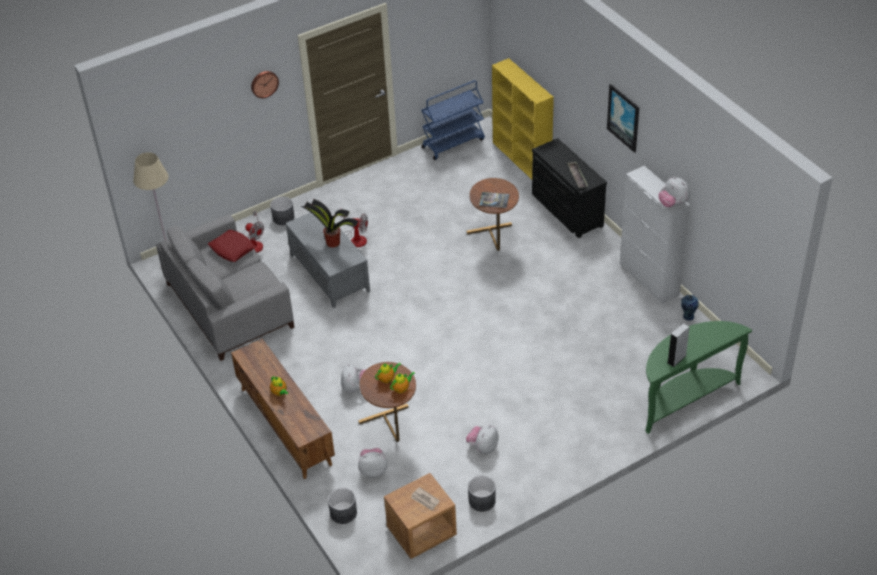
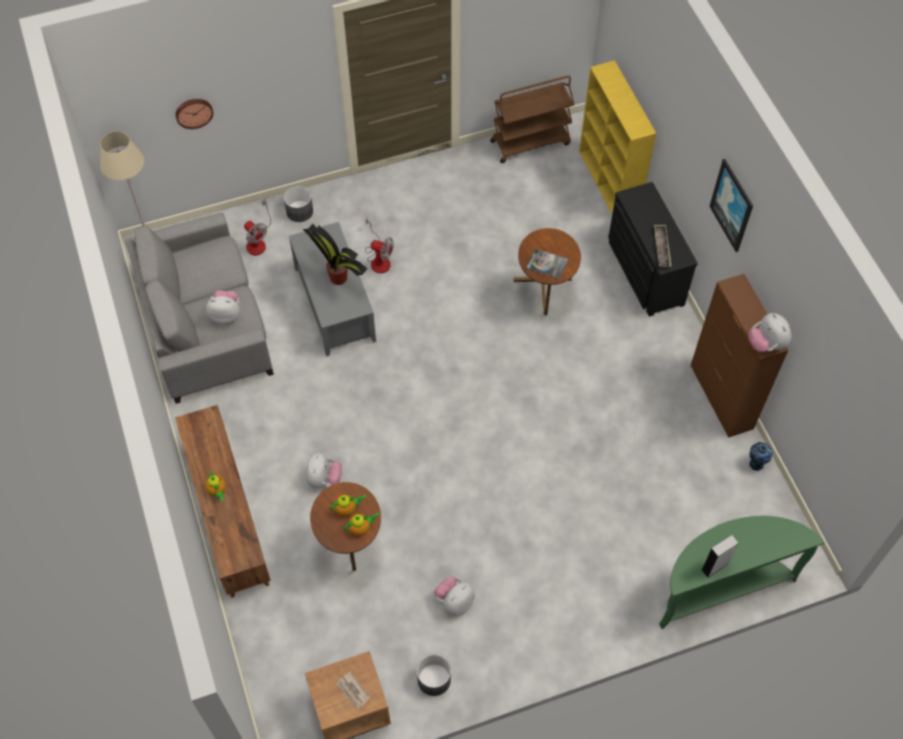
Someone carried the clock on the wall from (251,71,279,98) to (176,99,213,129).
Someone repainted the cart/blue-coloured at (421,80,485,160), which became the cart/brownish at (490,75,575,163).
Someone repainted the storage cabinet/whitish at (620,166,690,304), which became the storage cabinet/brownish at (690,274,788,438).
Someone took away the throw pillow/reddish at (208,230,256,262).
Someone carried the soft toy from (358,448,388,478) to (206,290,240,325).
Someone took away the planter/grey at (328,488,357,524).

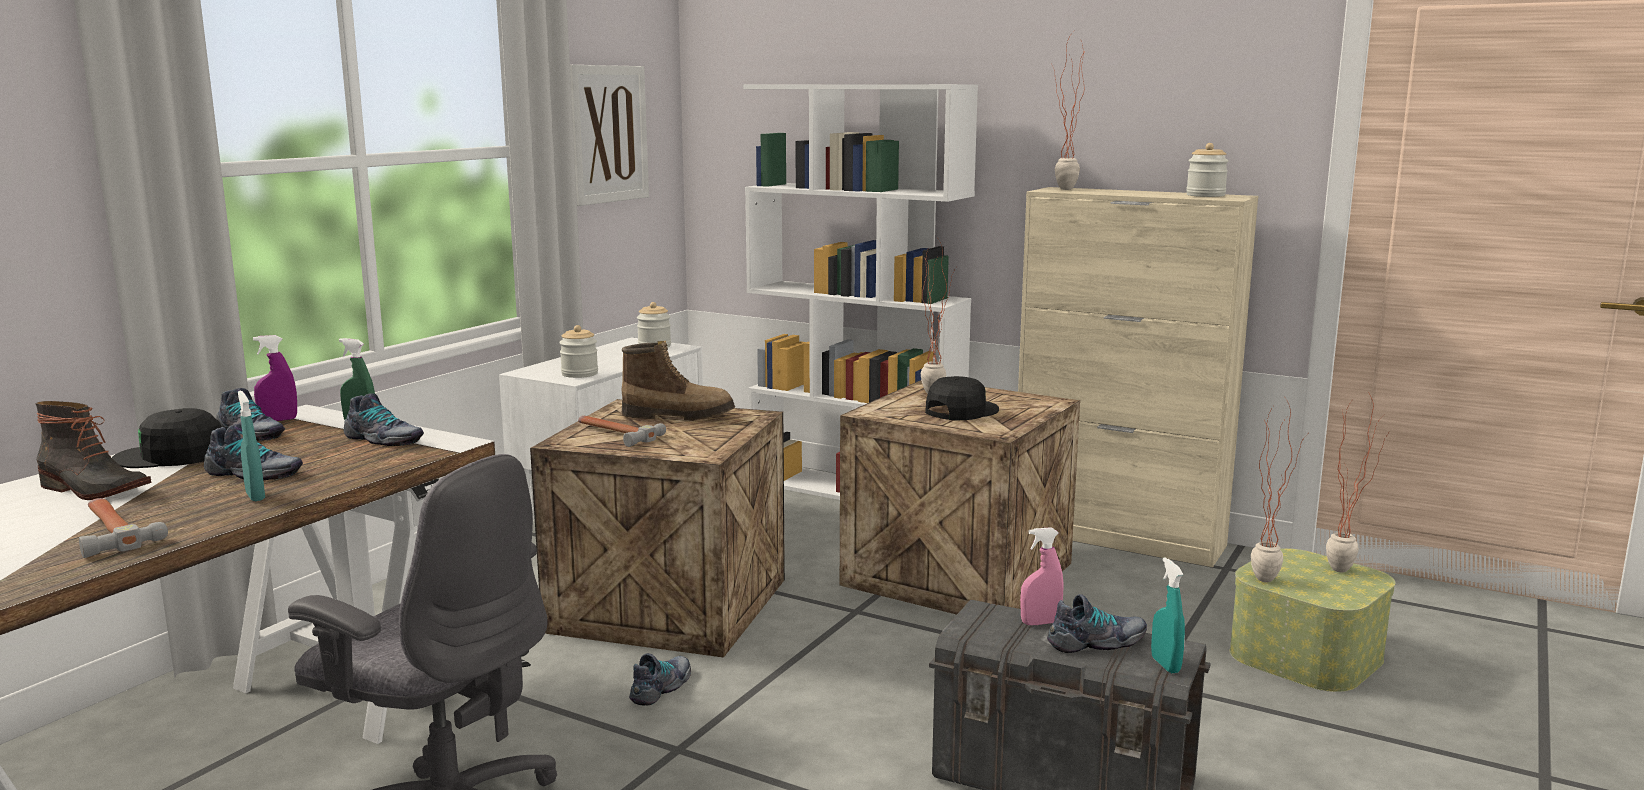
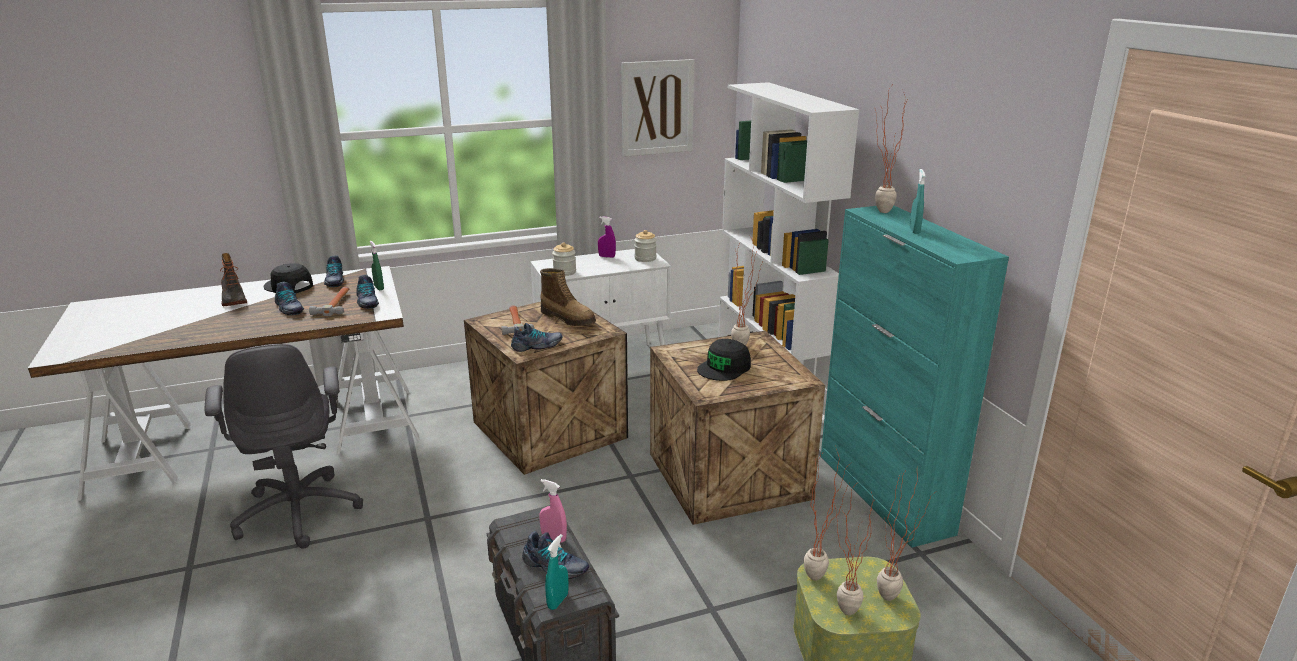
Someone took away the preserve jar at (1186,143,1229,197).
Someone repainted the storage cabinet/beige-coloured at (1018,187,1258,567), which became the storage cabinet/turquoise at (821,206,1009,548).
Someone carried the sprayer/purple-coloured from (253,335,297,421) to (598,216,616,258).
Someone rotated the cap/blackish at (925,376,999,420) by 135 degrees clockwise.
Someone carried the sprayer/turquoise from (238,390,265,501) to (910,169,926,234).
Someone carried the hand hammer from (79,498,168,558) to (309,287,349,316).
Someone carried the item of footwear from (629,653,691,706) to (511,323,562,352).
Someone put down the houseplant at (834,482,877,615).

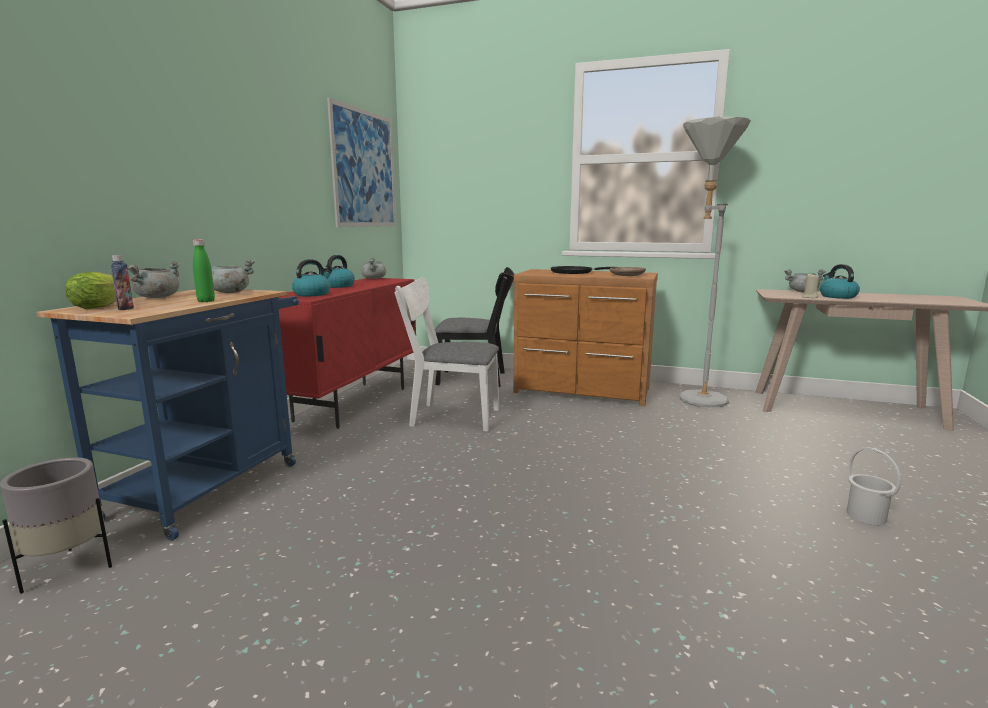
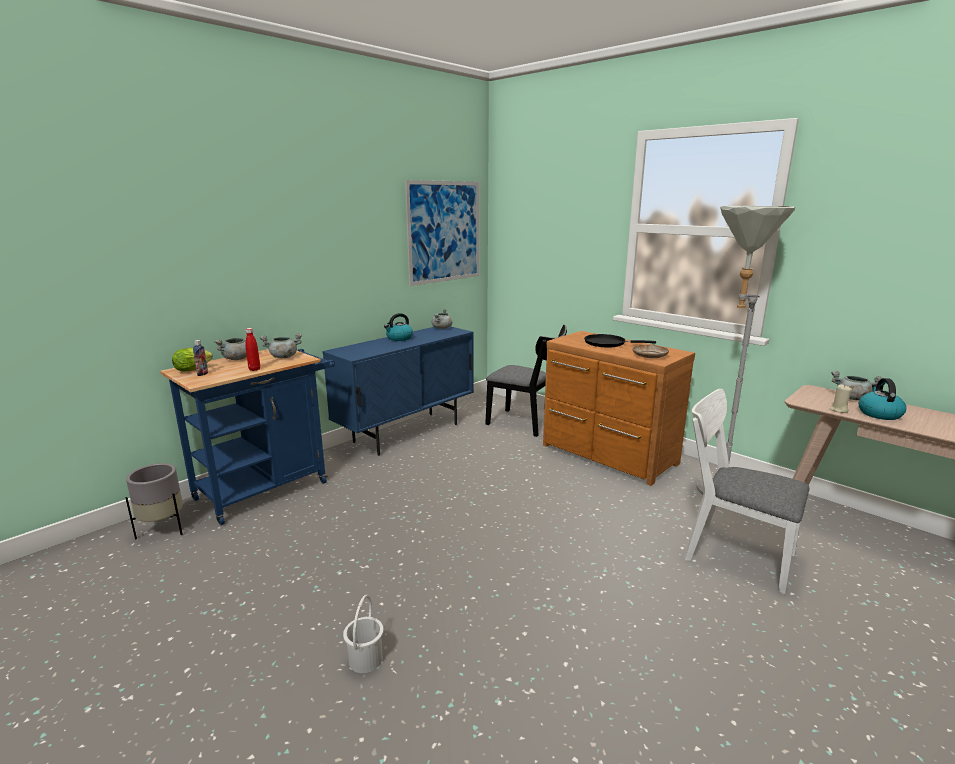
Someone repainted the beverage bottle/green-coloured at (193,239,215,302), which became the beverage bottle/reddish at (246,328,260,371).
Someone took away the kettle at (292,259,331,296).
Someone repainted the storage cabinet/reddish at (277,278,416,429), which became the storage cabinet/blue-coloured at (322,326,474,456).
Someone carried the plain chair/whitish from (394,278,499,431) to (684,389,809,594).
Someone carried the bucket/whitish from (846,447,901,525) to (343,595,384,673).

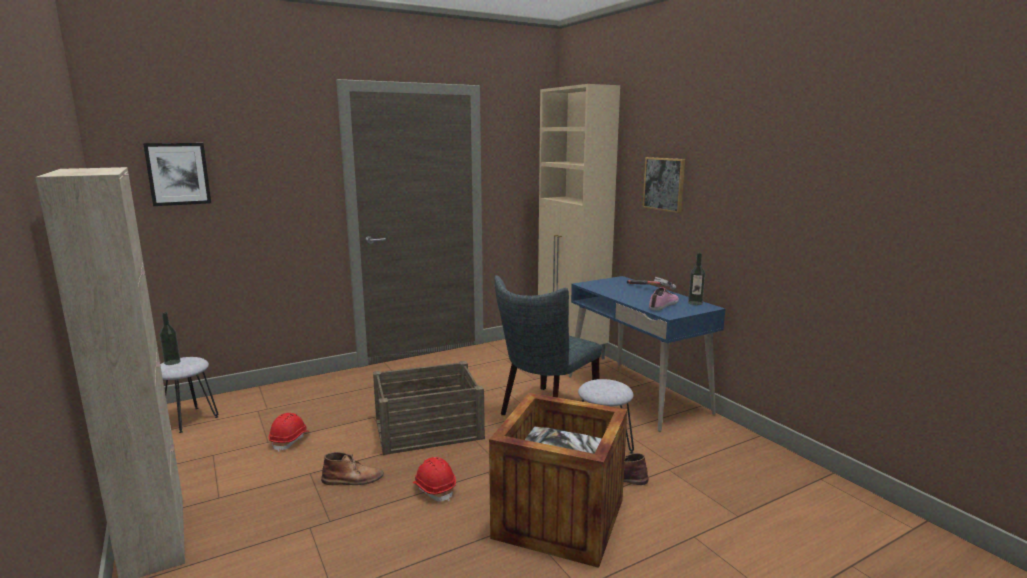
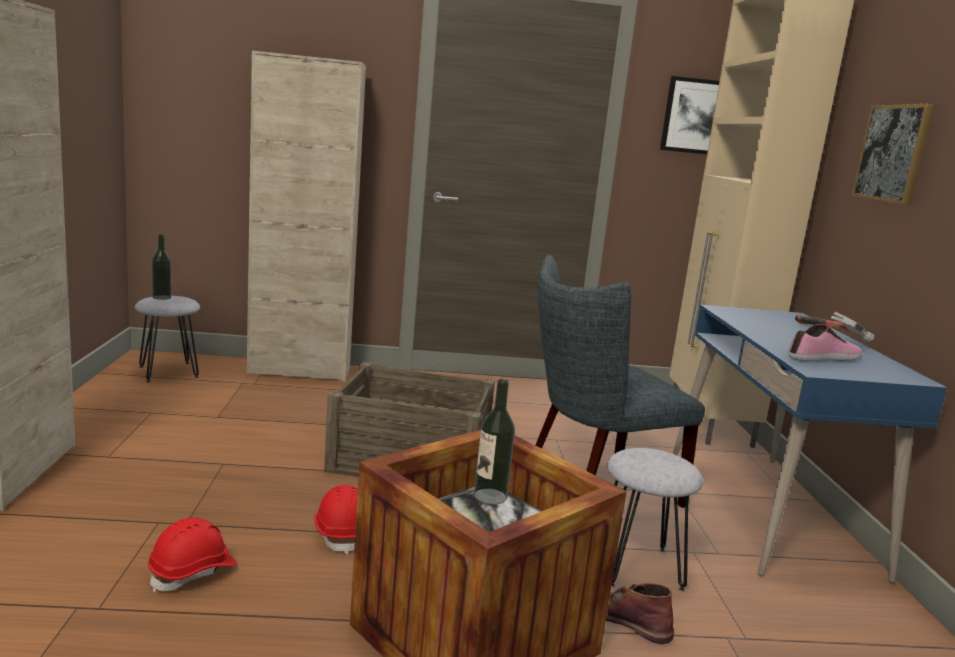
Someone carried the picture from (143,143,211,206) to (660,76,719,154).
Someone carried the beverage bottle from (688,253,705,305) to (474,379,515,505).
Someone carried the work helmet/reddish from (269,413,310,452) to (148,518,237,592).
Someone took away the boot/brownish at (321,452,384,485).
Someone put down the storage cabinet/beige-coloured at (247,51,366,381).

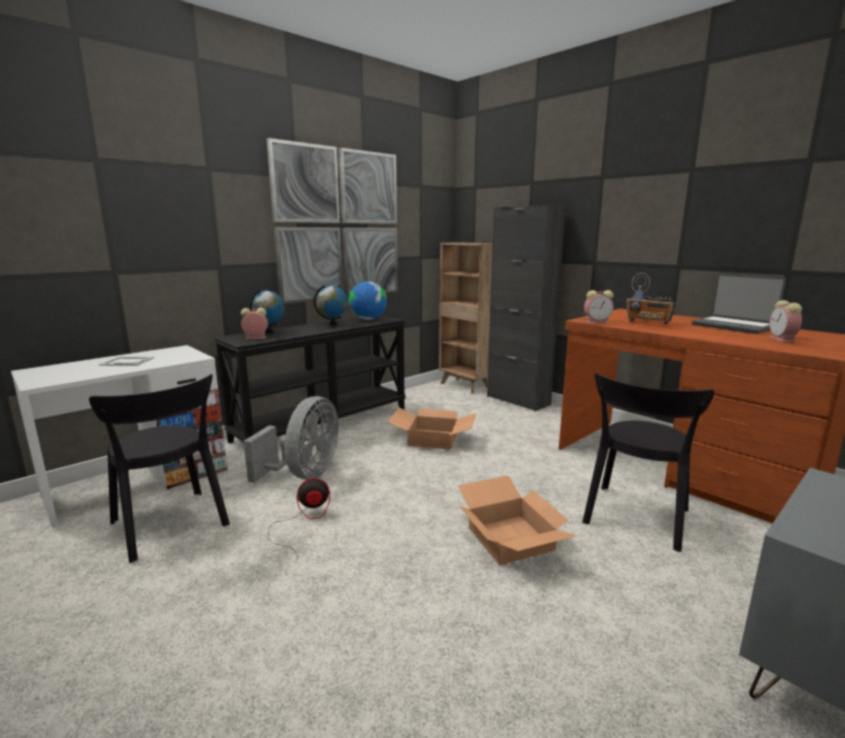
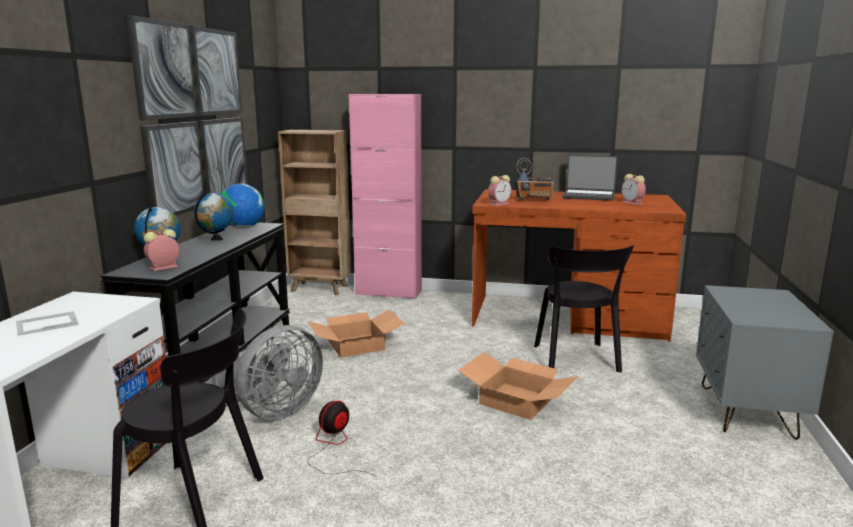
Someone repainted the storage cabinet/blackish at (487,205,566,411), which became the storage cabinet/pinkish at (349,94,422,299).
Someone rotated the cooling fan/grey at (244,396,339,483) by 60 degrees clockwise.

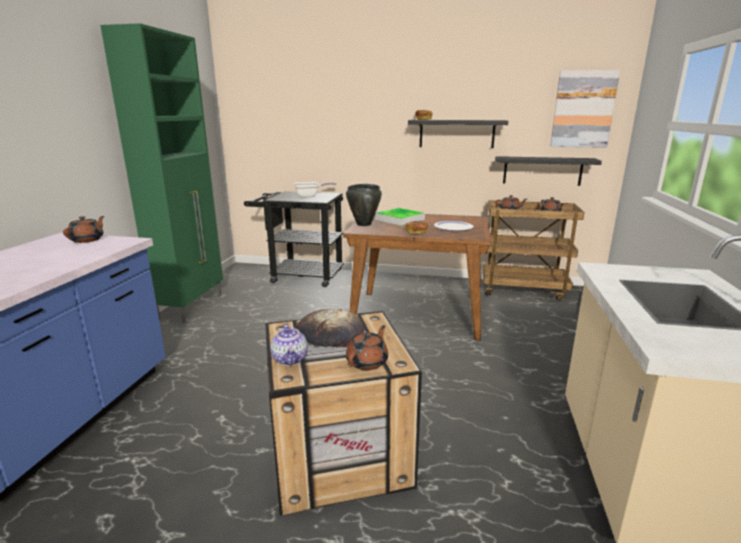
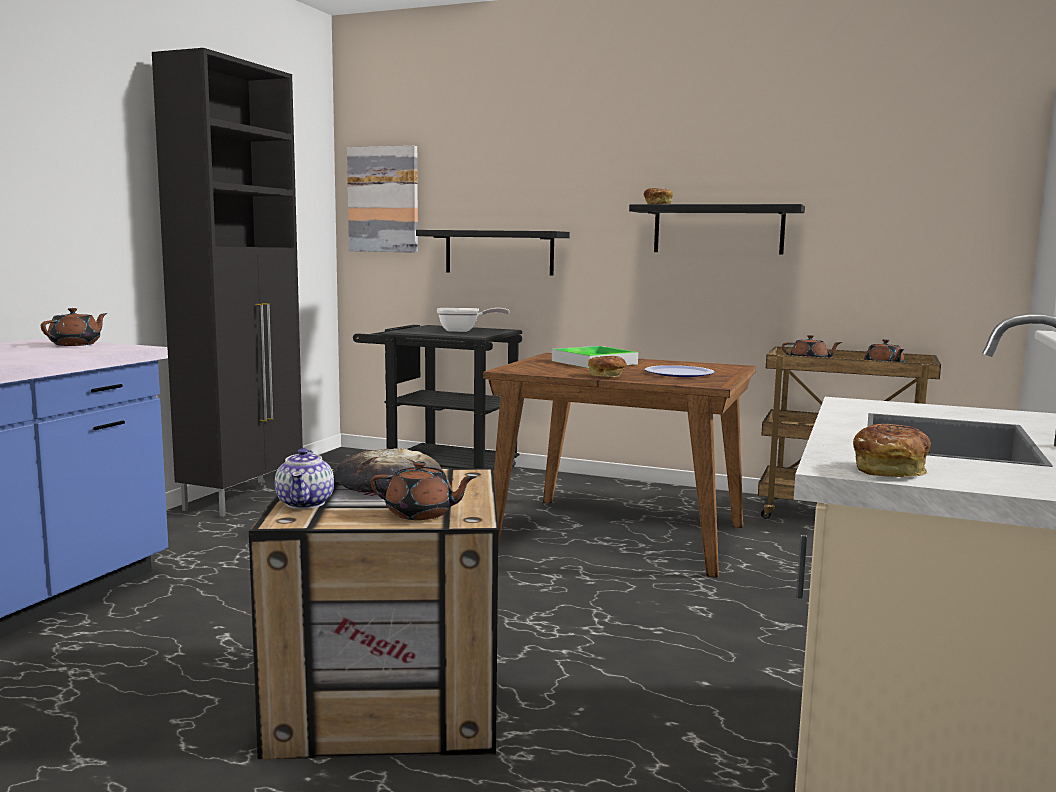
Someone repainted the storage cabinet/green-coloured at (100,23,223,323), which became the storage cabinet/blackish at (152,48,303,517).
Someone carried the picture from (550,70,620,148) to (347,146,418,253).
Someone carried the shelf/blackish from (495,156,602,186) to (416,230,570,275).
Someone took away the stockpot/blackish at (346,184,382,226).
Someone rotated the tea pot/brownish at (346,325,388,370) by 60 degrees clockwise.
Someone put down the baked bread at (853,424,931,477).

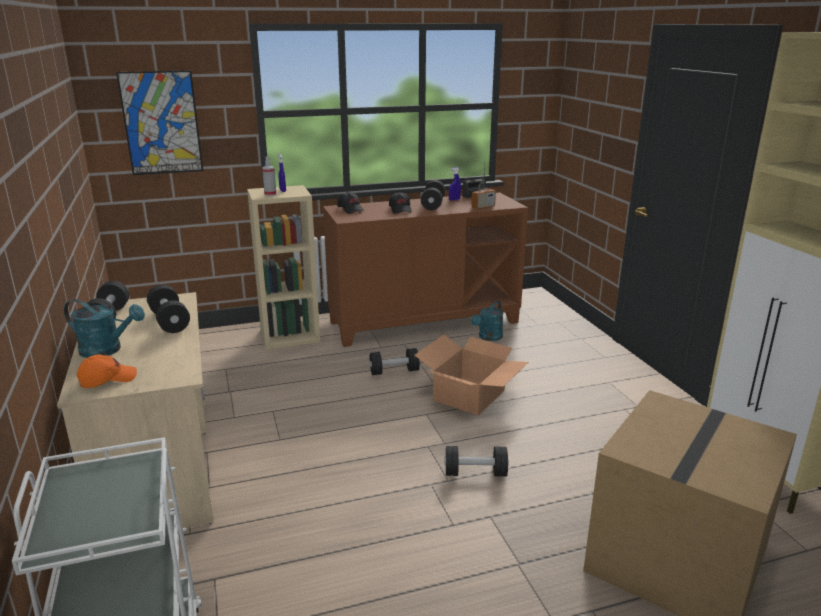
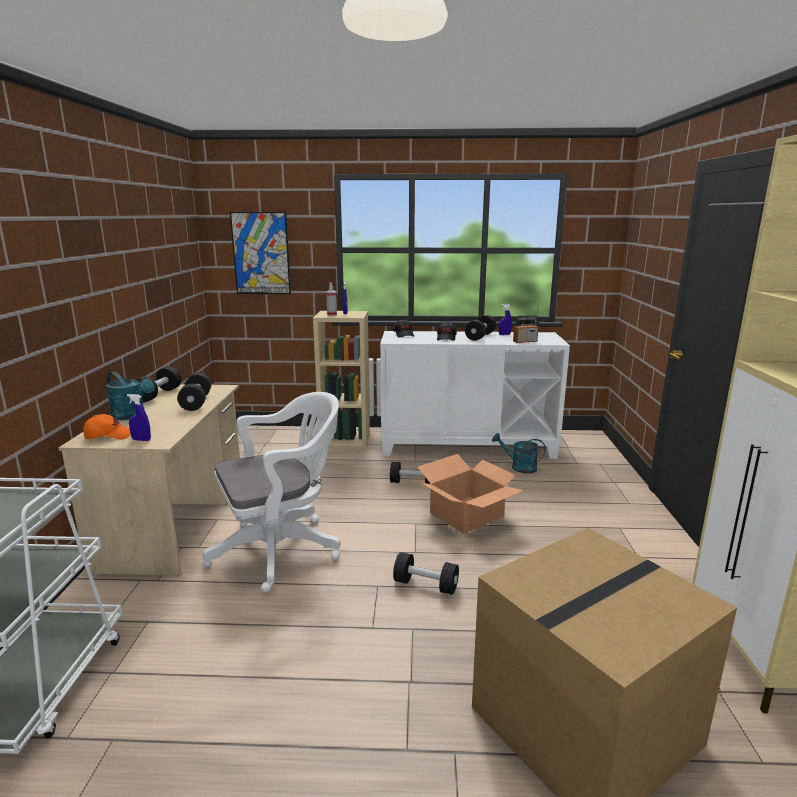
Someone repainted the storage cabinet/brownish at (323,192,528,347), which became the storage cabinet/whitish at (380,331,570,459).
Someone rotated the sprinkling can/turquoise at (471,301,504,341) by 60 degrees clockwise.
Someone put down the computer chair/whitish at (202,392,340,593).
Someone put down the sprayer/blue-coloured at (127,394,151,441).

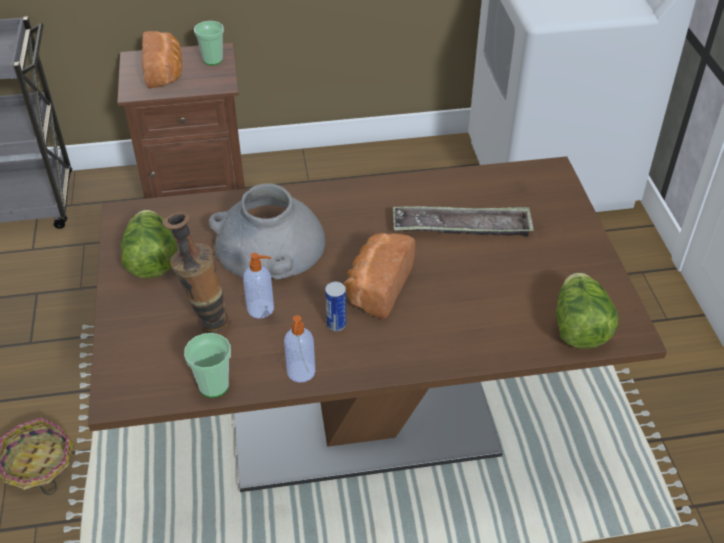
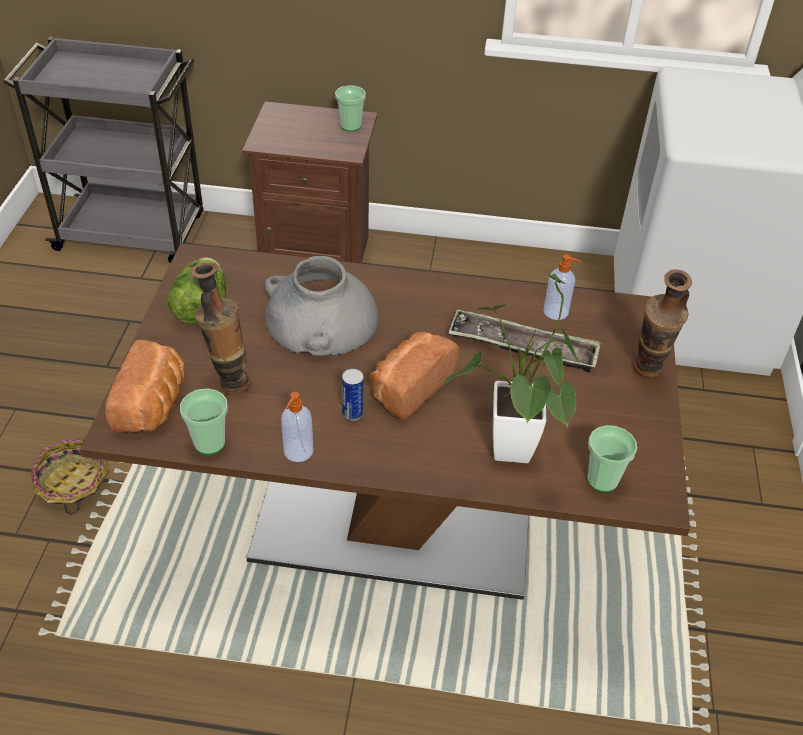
Someone carried the baked bread from (142,31,182,88) to (105,340,185,432).
Someone carried the soap bottle from (243,253,274,318) to (543,254,582,320).
Someone swapped the lettuce head at (556,273,619,349) for the small cup at (587,425,637,492).
Someone put down the decorative vase at (633,269,692,378).
Someone put down the houseplant at (442,274,579,463).

